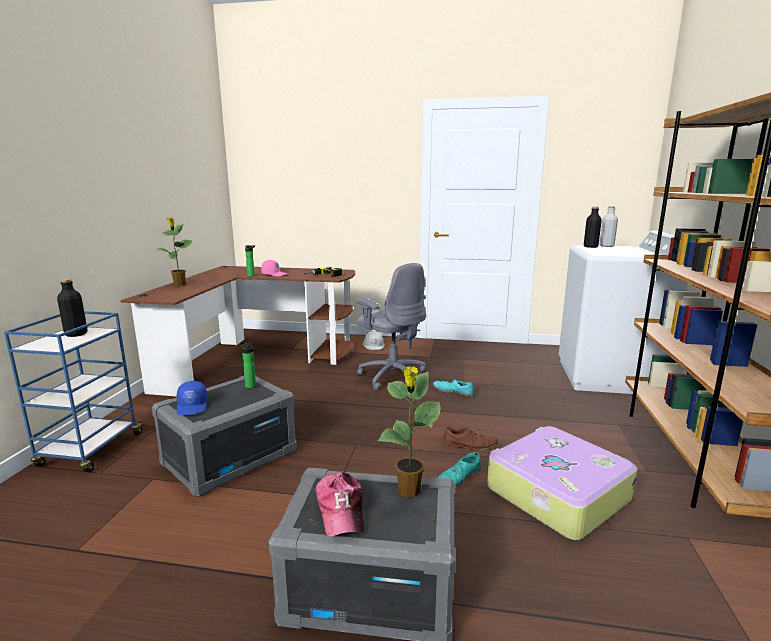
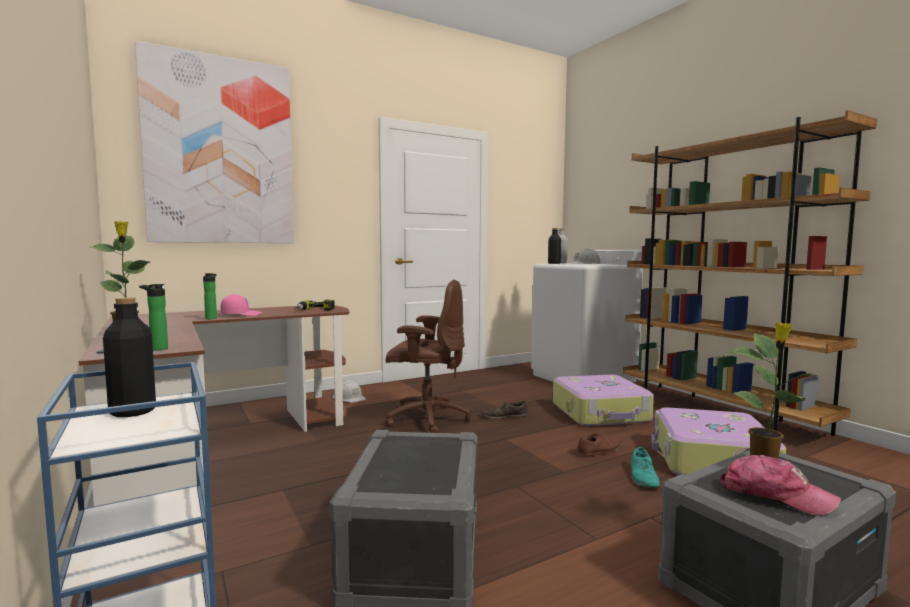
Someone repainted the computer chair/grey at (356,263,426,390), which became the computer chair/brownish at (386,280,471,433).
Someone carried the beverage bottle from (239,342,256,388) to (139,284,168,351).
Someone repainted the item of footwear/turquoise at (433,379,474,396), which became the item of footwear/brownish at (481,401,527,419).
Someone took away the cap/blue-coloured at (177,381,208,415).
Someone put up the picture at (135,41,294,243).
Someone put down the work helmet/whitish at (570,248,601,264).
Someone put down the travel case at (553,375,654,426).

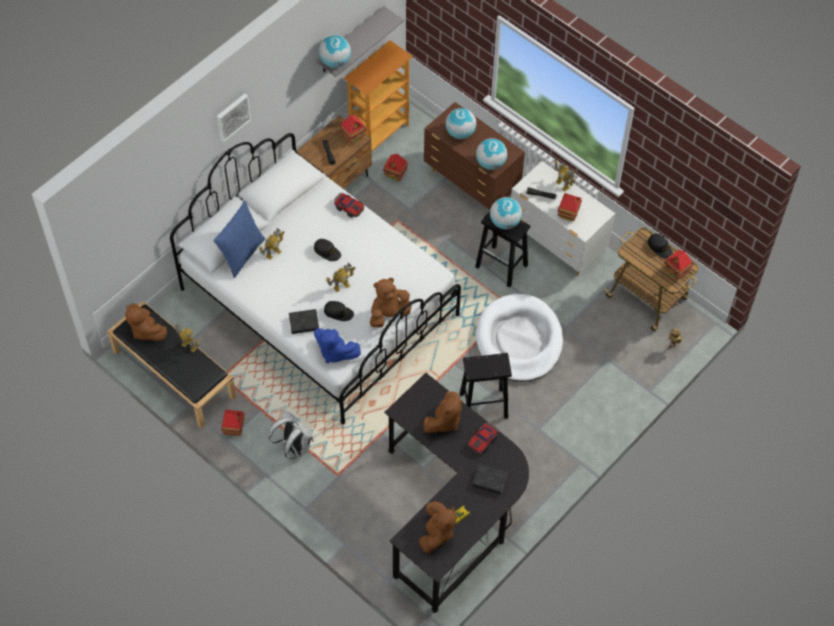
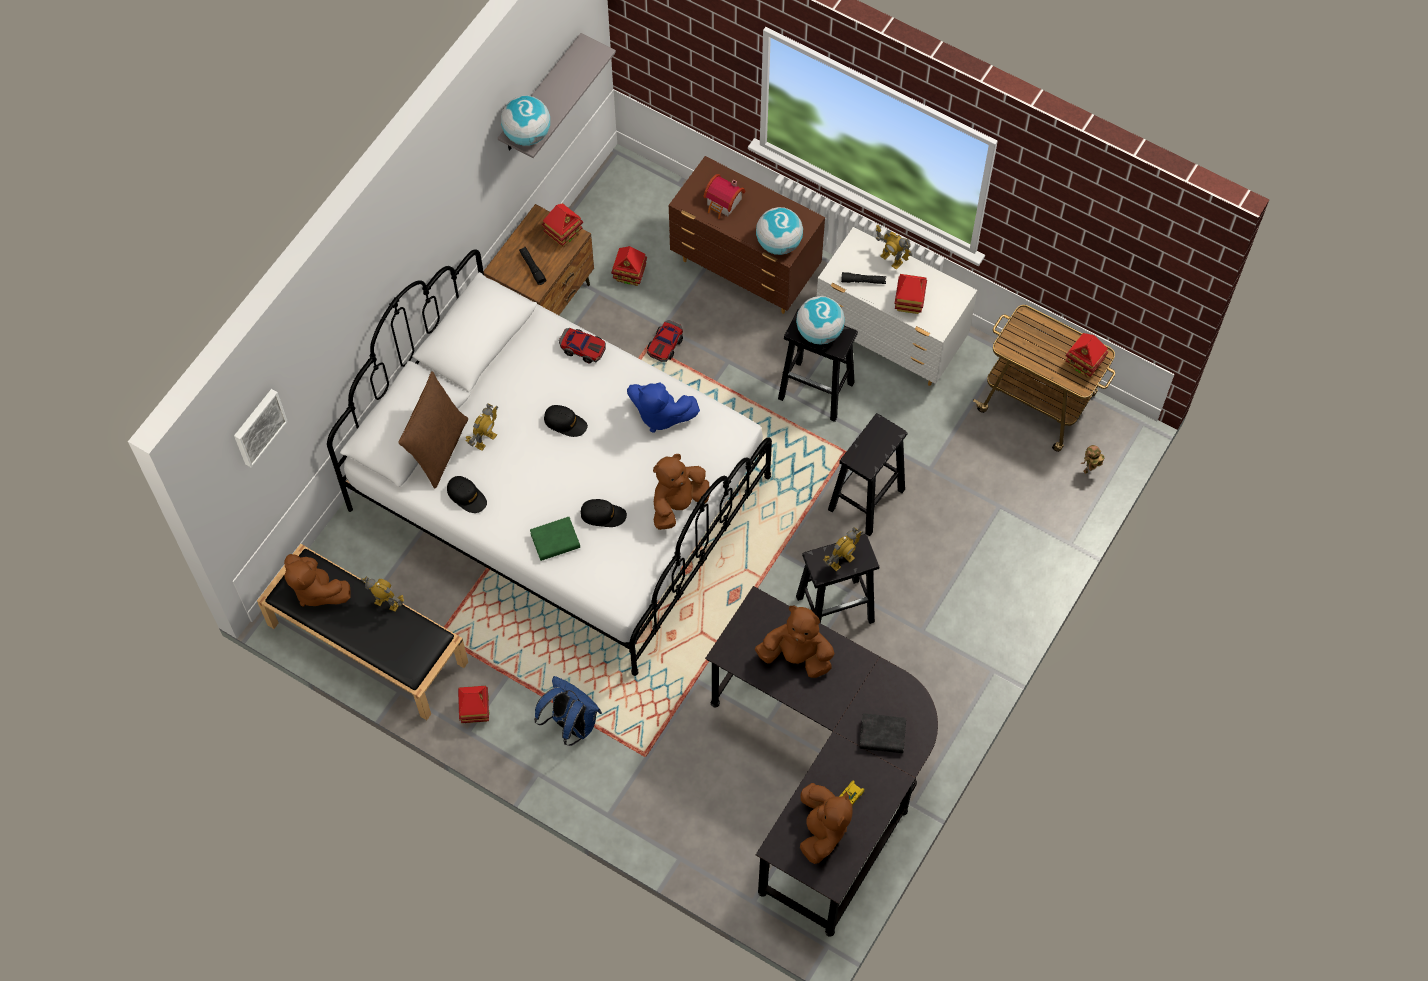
Someone took away the bookcase at (344,40,413,151).
Someone carried the picture from (217,93,251,143) to (234,389,288,468).
Someone swapped the world globe at (446,108,476,139) for the model house at (703,174,746,219).
Someone repainted the throw pillow/blue-coloured at (213,201,265,278), which became the throw pillow/brownish at (398,371,468,489).
Someone carried the cap/blackish from (648,233,673,258) to (447,476,487,513).
Someone carried the model robot from (326,262,355,292) to (824,527,863,572).
Someone swapped the dog cushion/whitish at (476,294,563,382) for the sitting stool/blackish at (828,413,907,536).
Someone repainted the volume/blackish at (289,309,319,334), which became the volume/green-coloured at (530,517,580,561).
Someone carried the soft toy/blue-coloured from (314,328,361,364) to (627,382,700,433).
Someone rotated the soft toy/brownish at (423,391,463,433) by 105 degrees counterclockwise.
Someone repainted the knapsack/whitish at (269,411,314,459), which became the knapsack/blue-coloured at (534,676,602,746).
Someone carried the miniature car from (468,422,498,454) to (647,320,683,362).

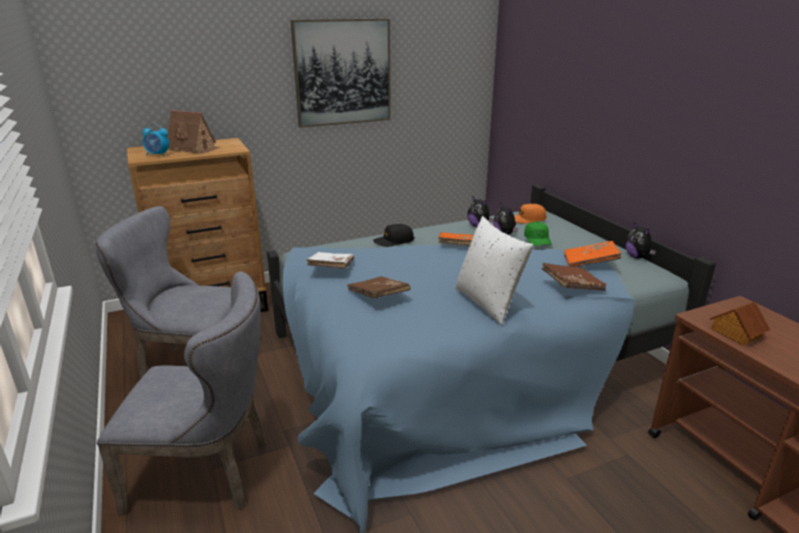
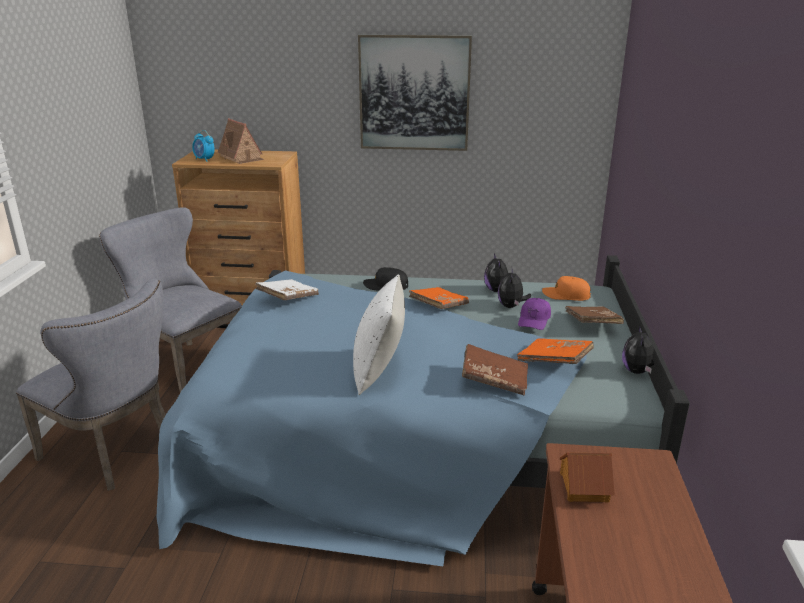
Someone repainted the cap/green-coloured at (524,221,552,246), which became the cap/purple-coloured at (518,298,551,330).
Someone carried the volume/brownish from (347,276,411,299) to (565,306,624,324).

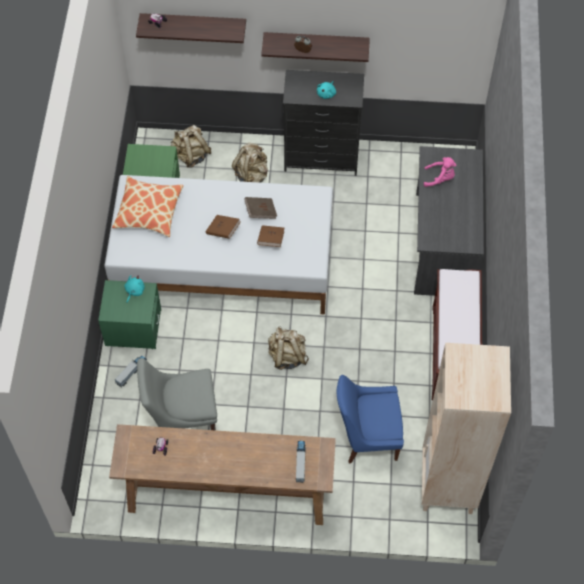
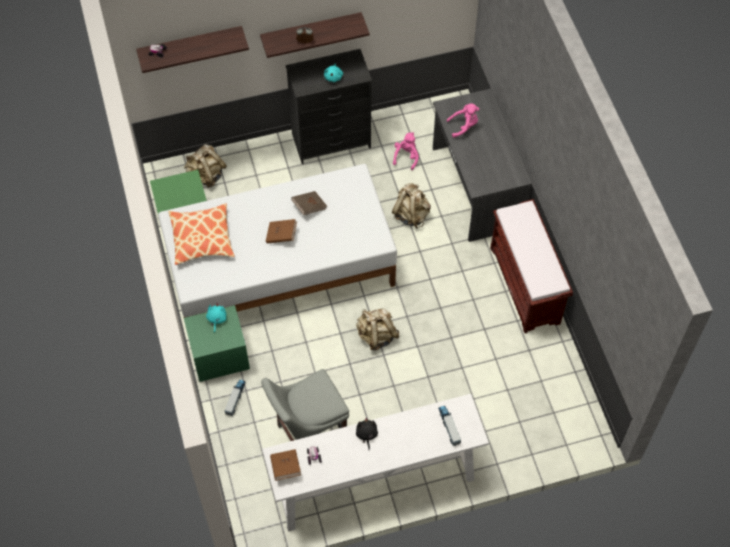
Someone carried the knapsack/beige-coloured from (232,143,268,183) to (392,183,431,229).
Someone carried the volume/brownish from (257,225,284,247) to (270,449,301,481).
Someone took away the bookcase/beige-coloured at (422,343,511,514).
Someone took away the plain chair/blue-coloured at (337,375,404,464).
Someone repainted the console table/brownish at (109,424,336,525), which became the console table/whitish at (262,394,489,532).
Someone put down the soft toy/pinkish at (393,132,419,170).
Someone put down the soft toy/blackish at (356,417,378,450).

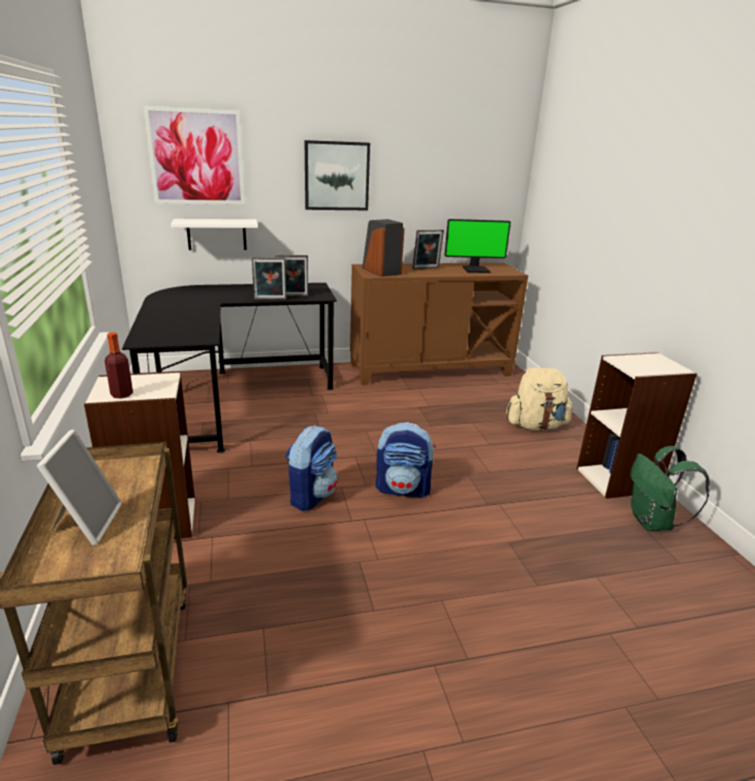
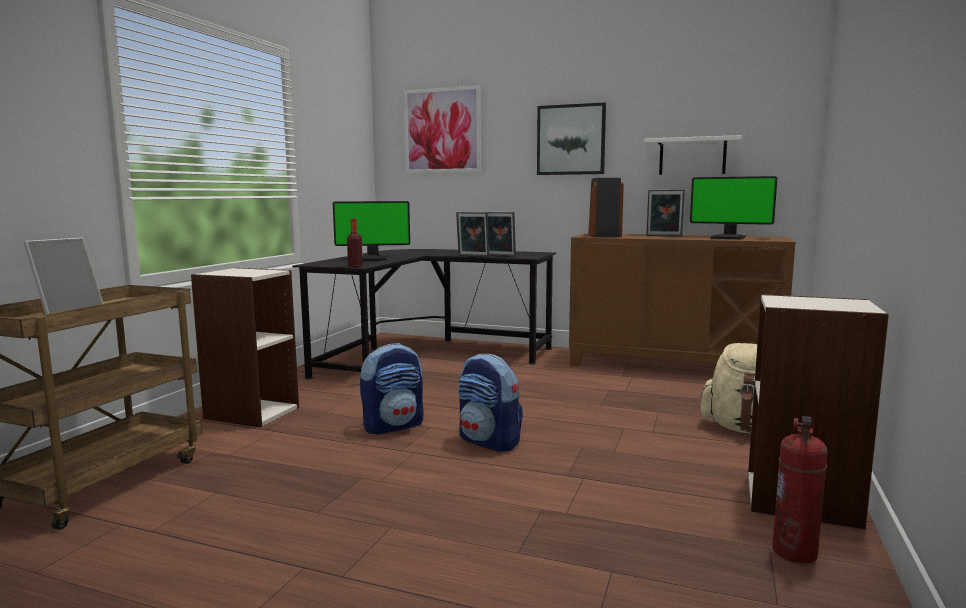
Someone carried the shelf/whitish from (171,219,258,250) to (644,135,742,175).
Someone carried the beverage bottle from (105,332,133,399) to (347,218,363,267).
Someone swapped the knapsack/green-coloured at (630,446,710,531) for the fire extinguisher at (772,416,828,564).
Someone put down the computer screen at (333,201,410,261).

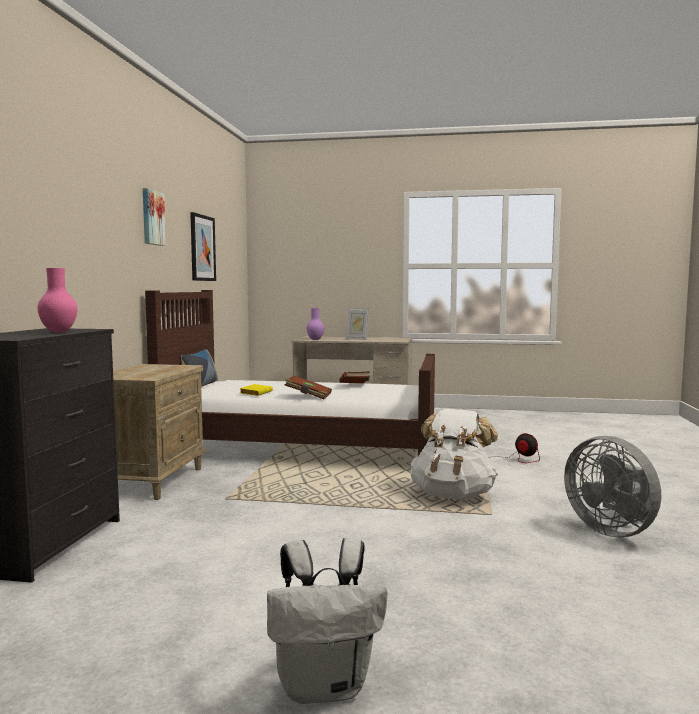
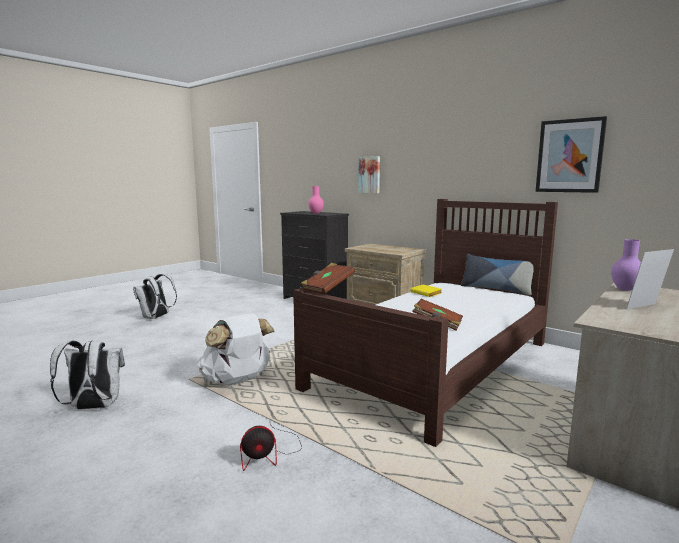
Someone carried the picture from (143,188,166,246) to (358,156,380,193).
Someone carried the volume/brownish from (284,376,332,400) to (301,263,355,294).
Someone swapped the cooling fan/grey at (564,436,661,537) for the knapsack/whitish at (50,340,125,410).

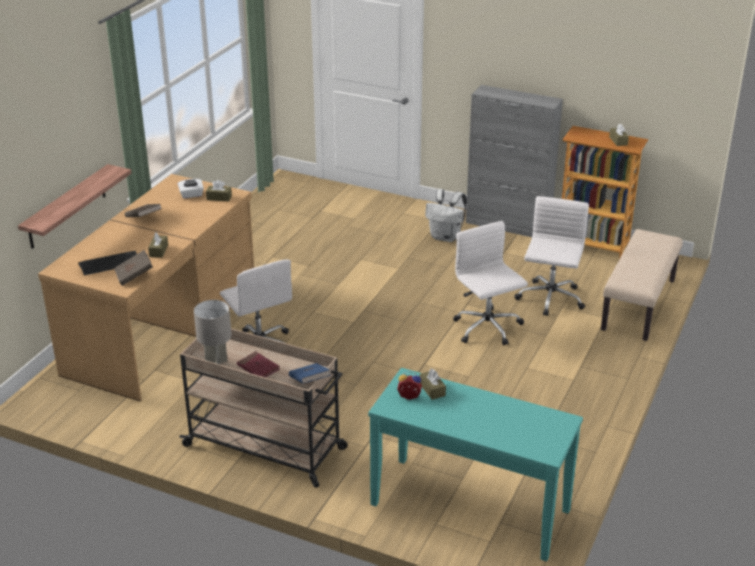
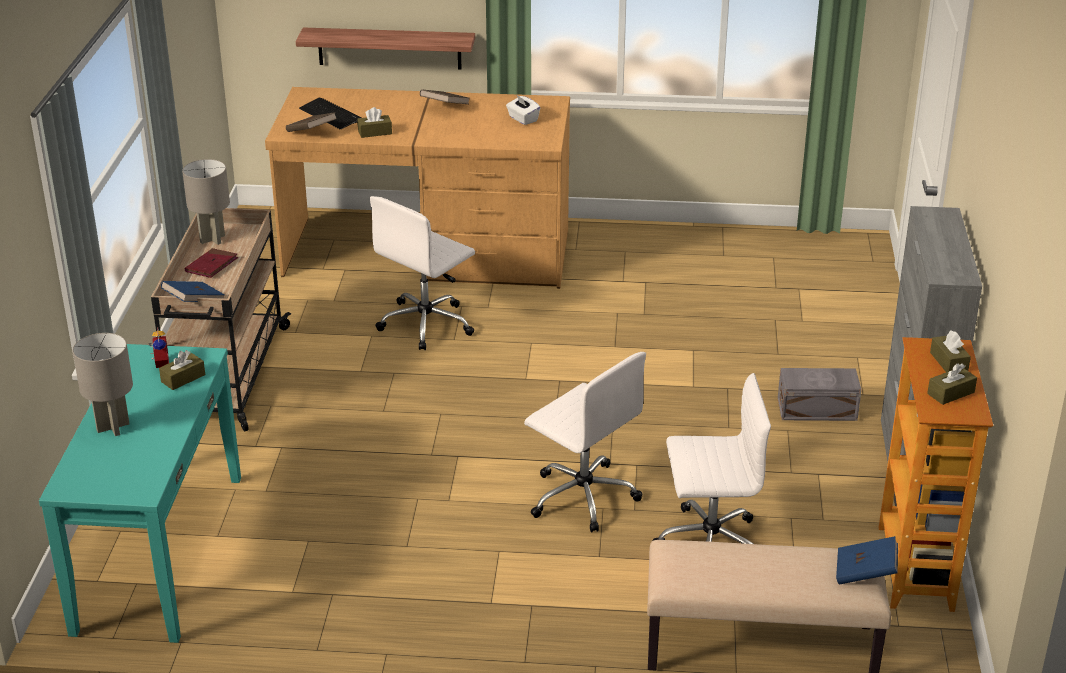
Someone carried the tissue holder/brownish from (206,180,232,201) to (930,330,971,372).
Someone swapped the knapsack/whitish at (425,189,467,242) for the storage bin/grey at (778,368,862,421).
Someone rotated the computer chair/whitish at (453,221,528,345) by 90 degrees clockwise.
Someone put down the tabletop lamp/grey at (73,333,133,436).
Someone put down the volume/blue-coloured at (836,536,898,585).

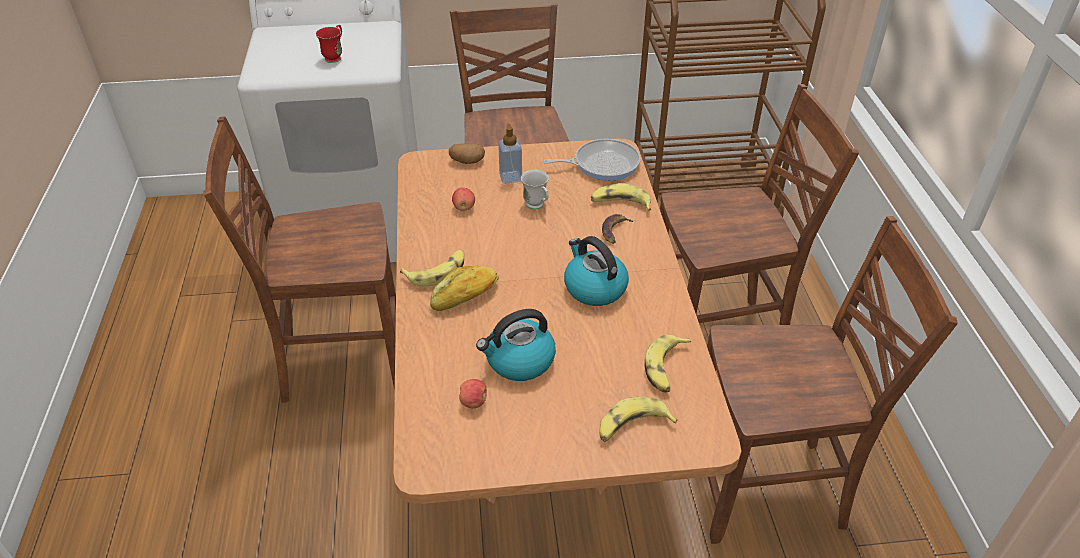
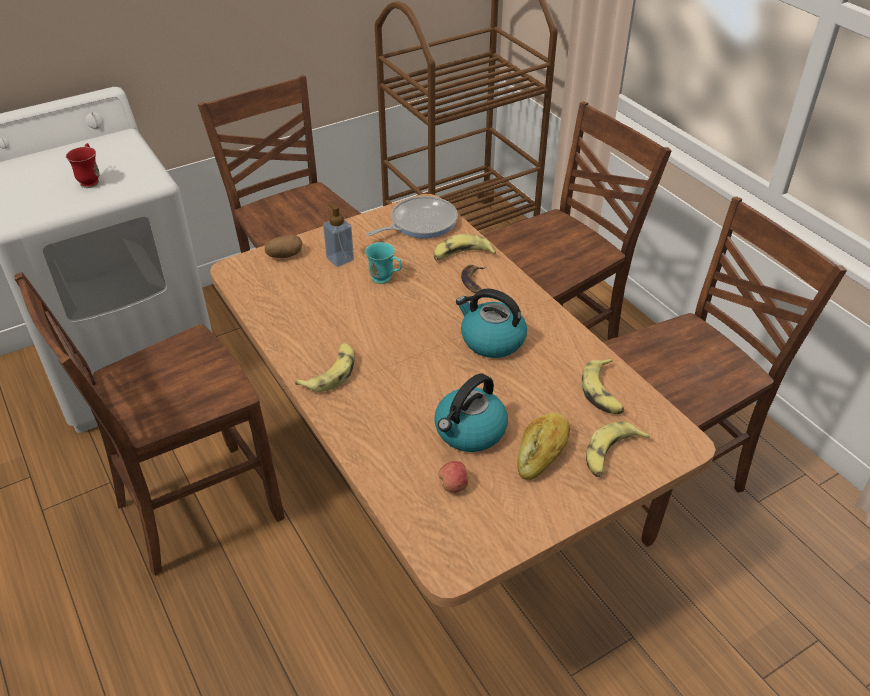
Someone repainted the tea mug/whitish at (521,170,549,209), which became the tea mug/turquoise at (365,242,402,284).
Someone took away the apple fruit at (452,187,475,211).
Someone carried the baked bread from (430,266,499,311) to (517,413,570,480).

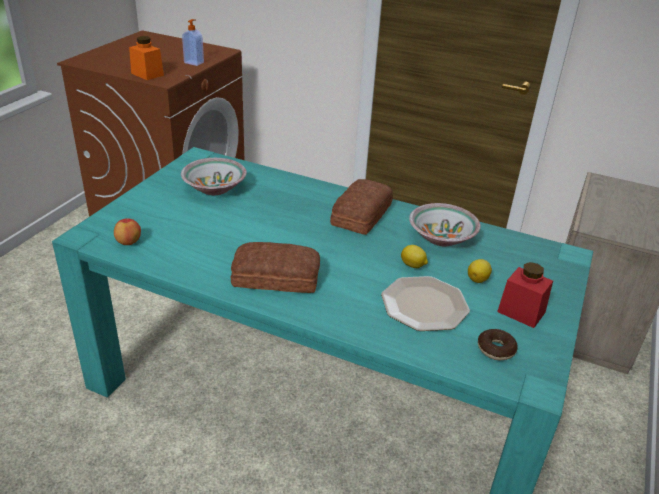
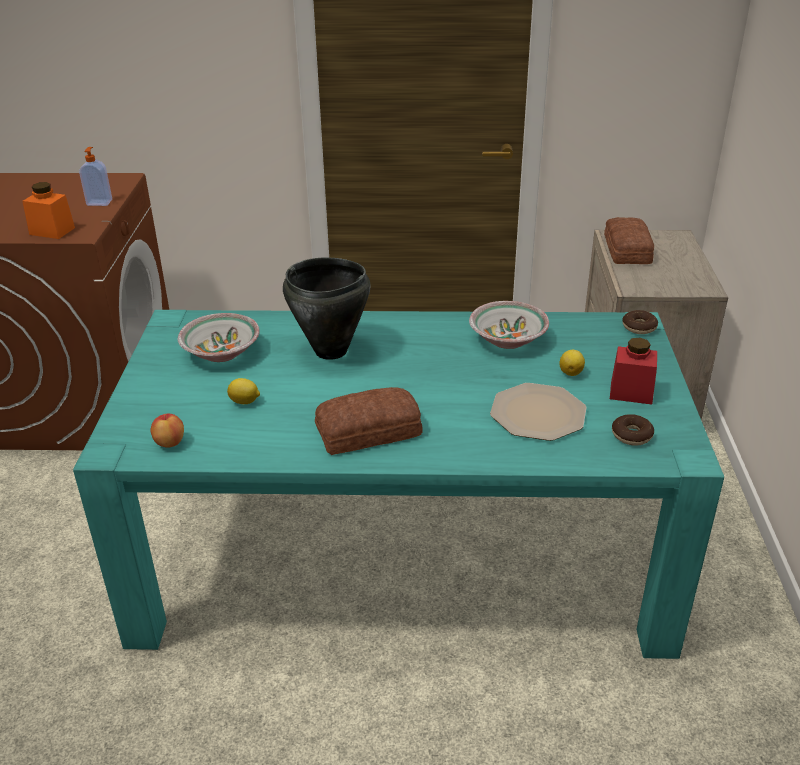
Someone carried the baked bread from (330,179,393,235) to (604,217,654,264).
Someone carried the whole lemon from (401,245,428,268) to (227,378,260,404).
Someone put down the stockpot/blackish at (283,257,371,360).
Someone put down the doughnut at (622,310,658,334).

